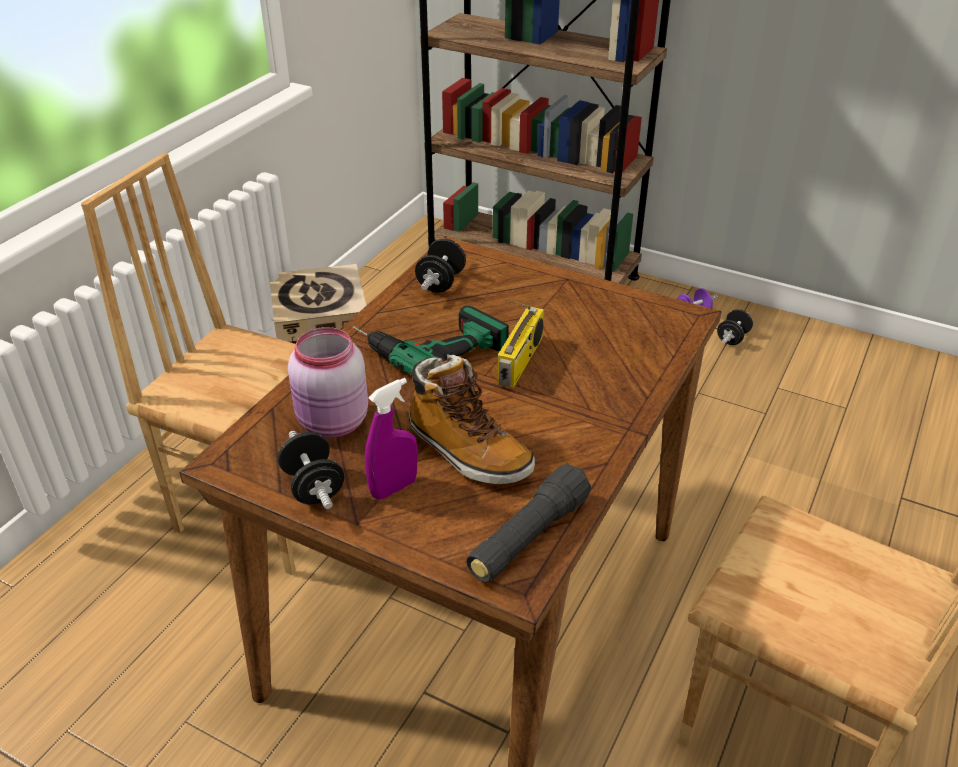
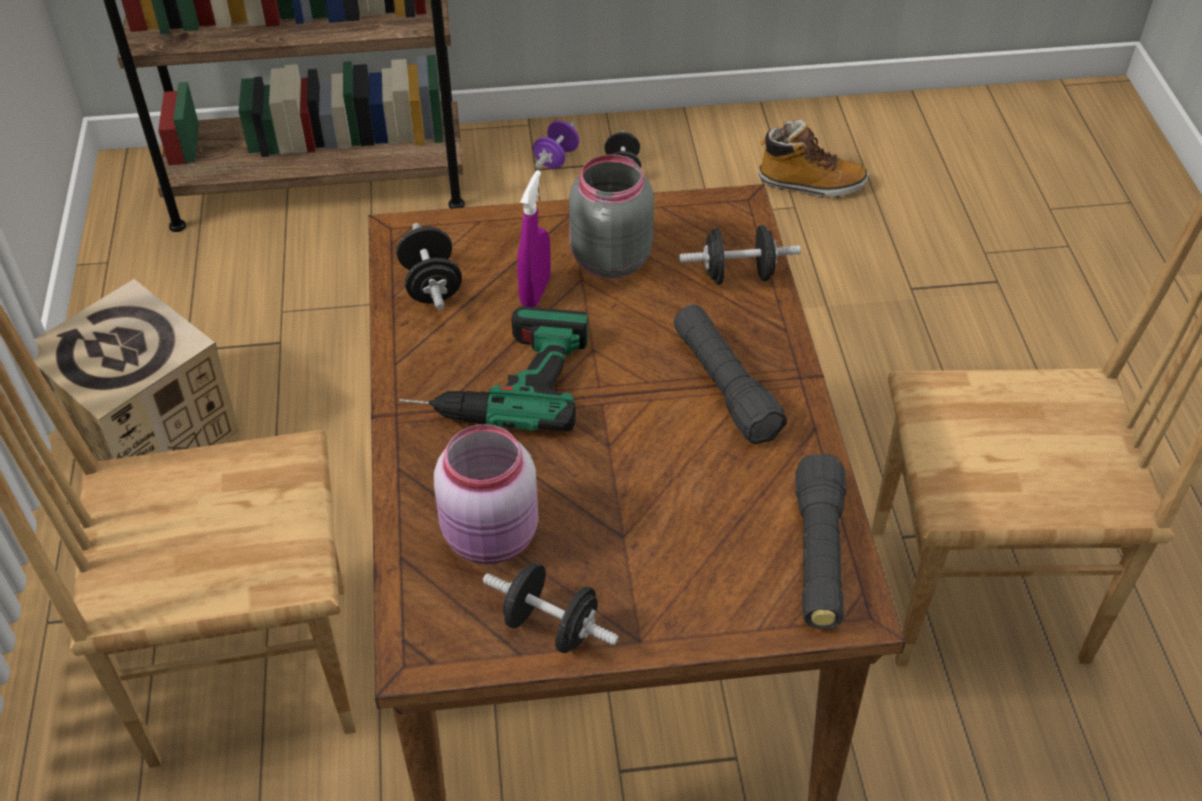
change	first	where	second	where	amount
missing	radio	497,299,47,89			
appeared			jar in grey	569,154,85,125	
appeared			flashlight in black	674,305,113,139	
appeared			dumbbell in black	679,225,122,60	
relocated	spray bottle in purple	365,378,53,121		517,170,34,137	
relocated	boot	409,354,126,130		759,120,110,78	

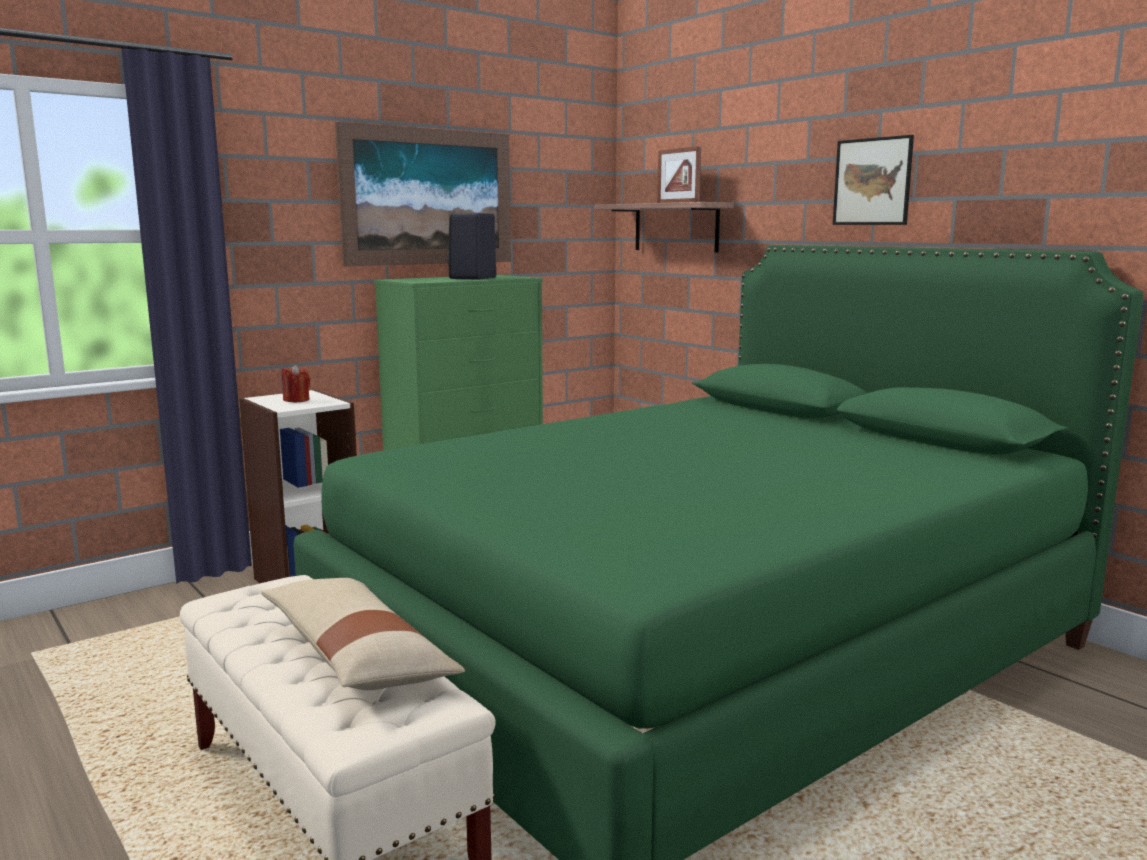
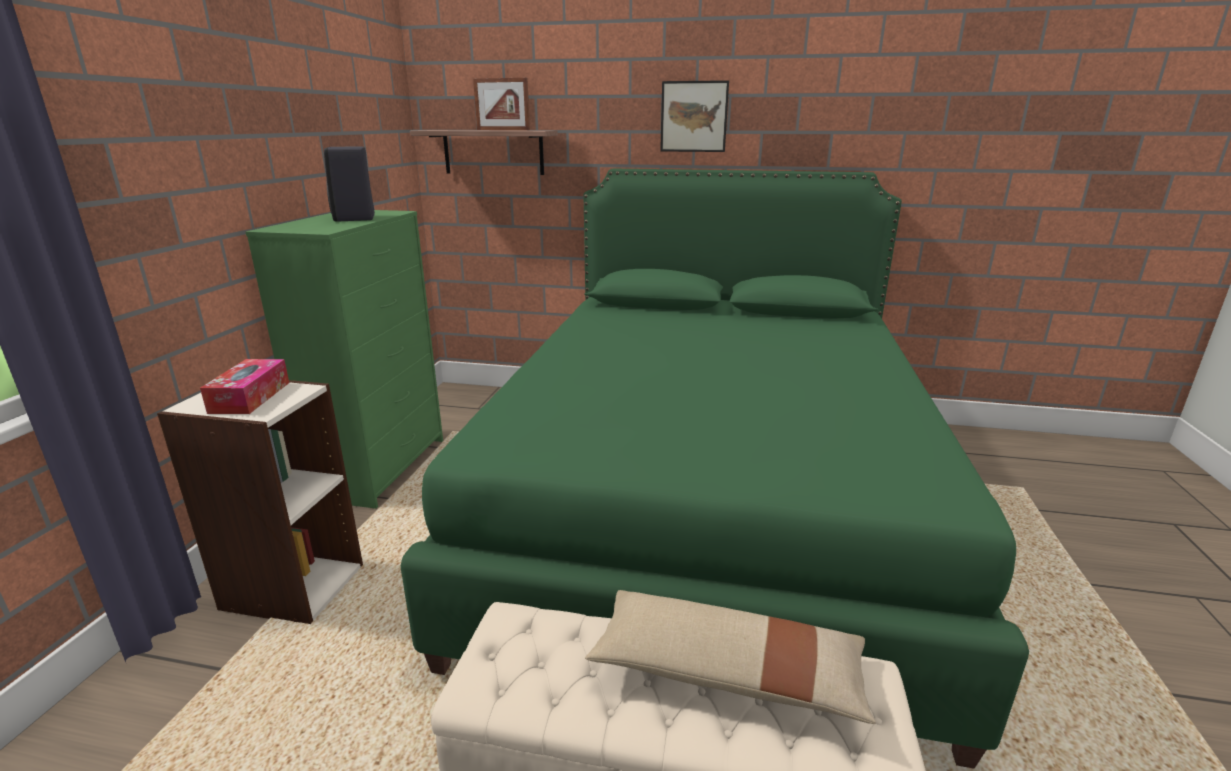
change	first	where	second	where	amount
missing	picture	335,122,176,144			
exchanged	candle in red	282,364,28,38	tissue box	200,359,89,55	

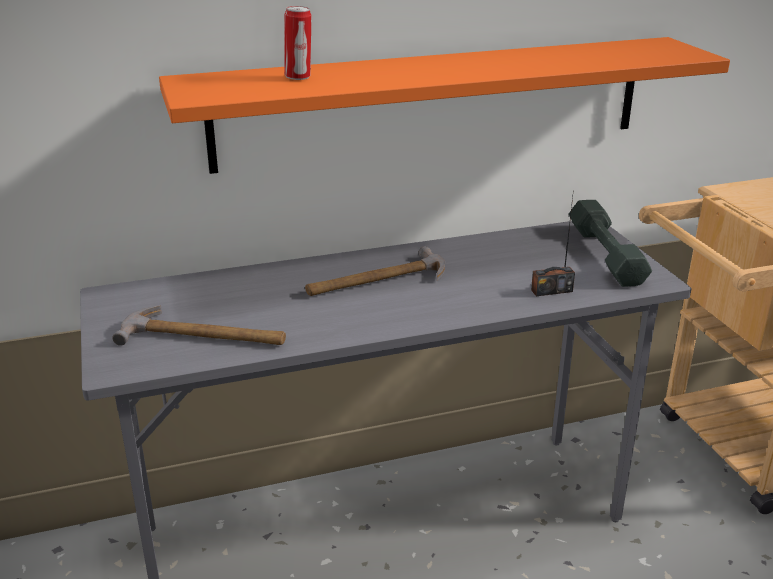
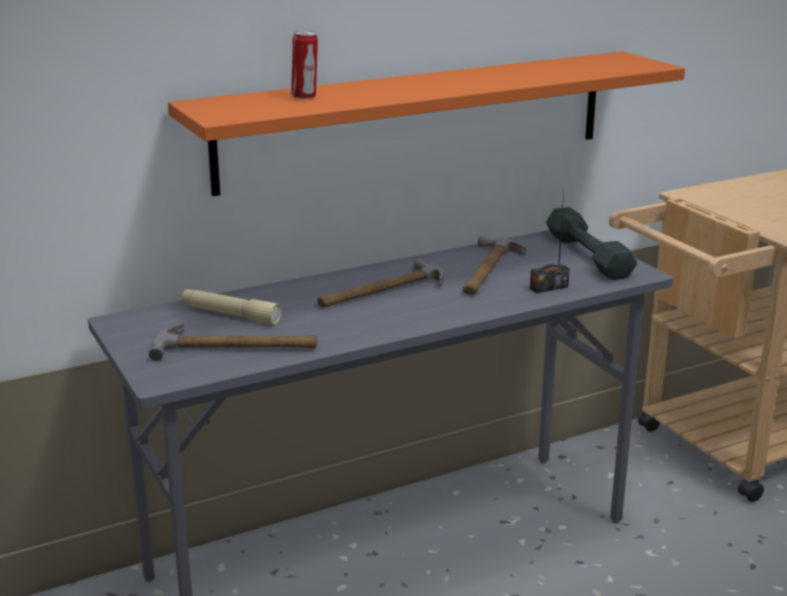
change	first	where	second	where	amount
appeared			flashlight in beige	182,289,99,36	
appeared			hammer	462,236,64,59	

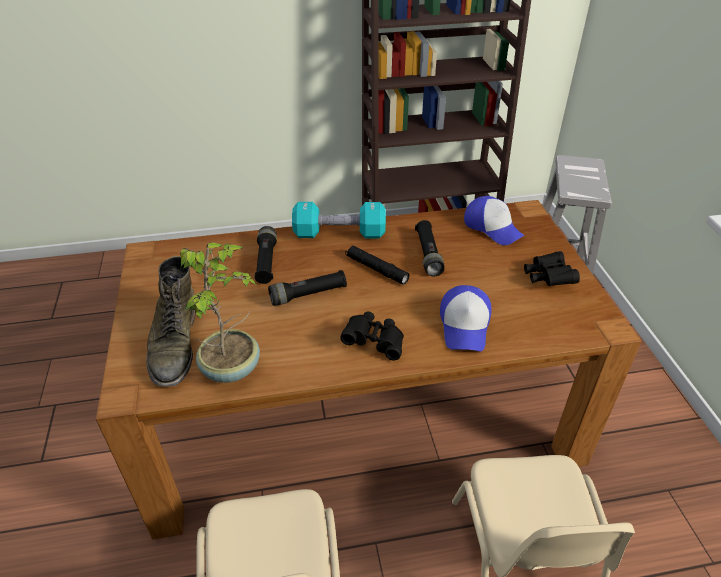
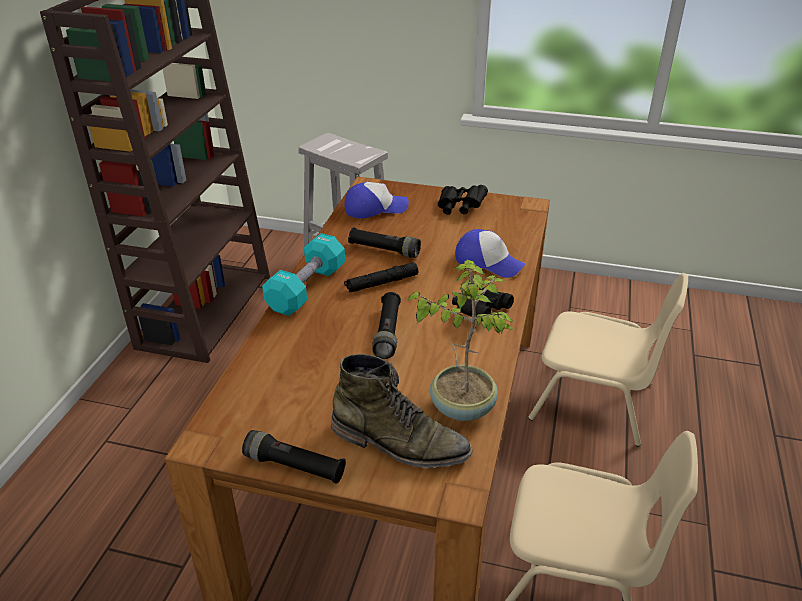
change	first	where	second	where	amount
relocated	flashlight in black	255,226,22,58		242,430,104,54	

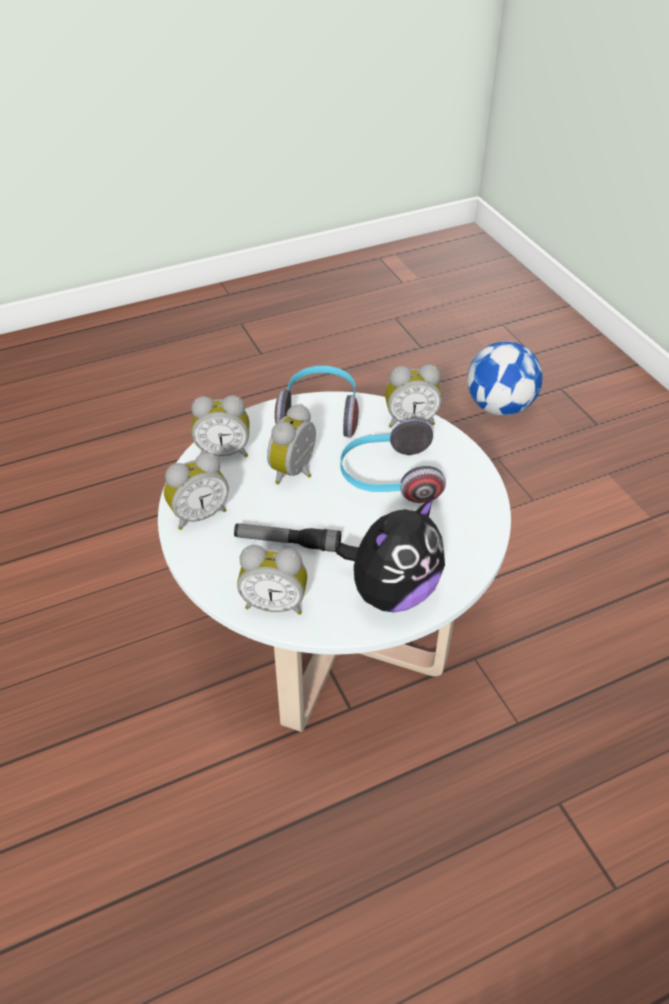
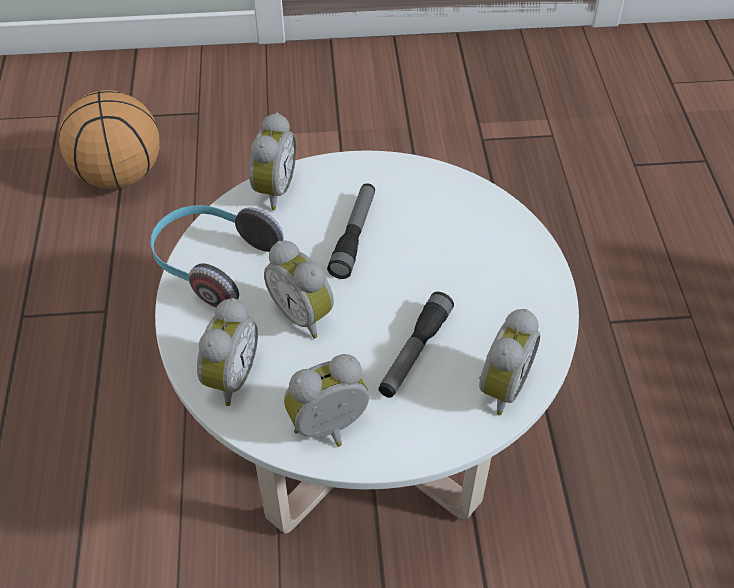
change	first	where	second	where	amount
missing	plush toy	336,496,109,117			
exchanged	headphones	341,419,105,84	flashlight	327,183,48,96	
exchanged	football	467,341,76,75	basketball	59,90,101,99	
spun	alarm clock	164,452,65,78		284,354,85,93	105 degrees counterclockwise

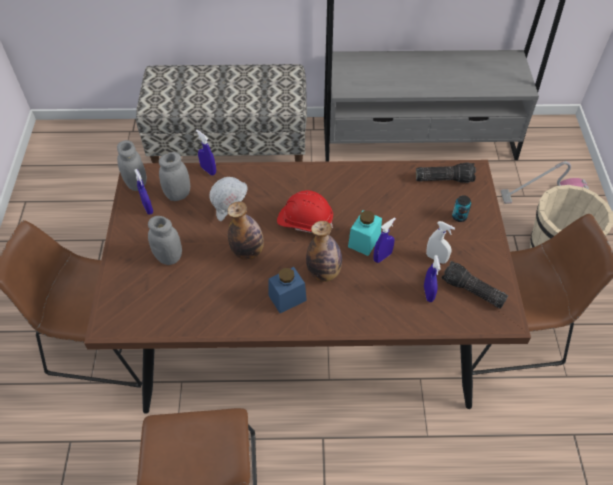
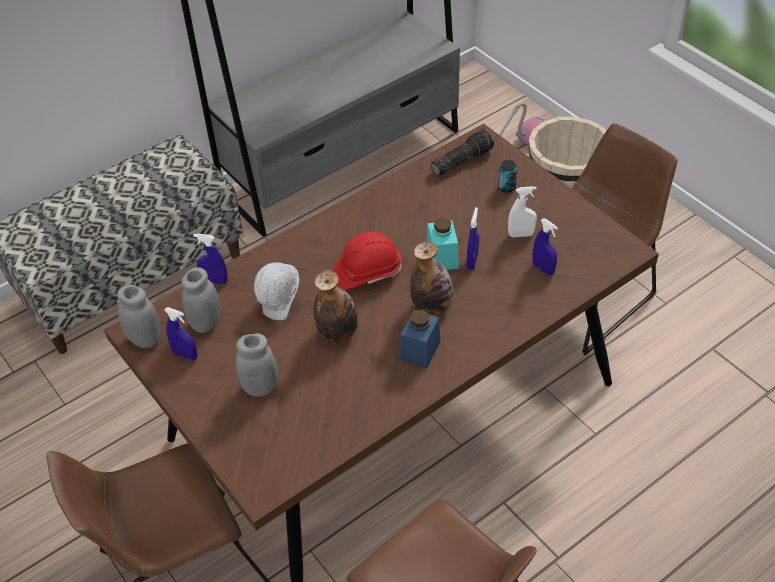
change	first	where	second	where	amount
missing	flashlight	441,261,67,48			

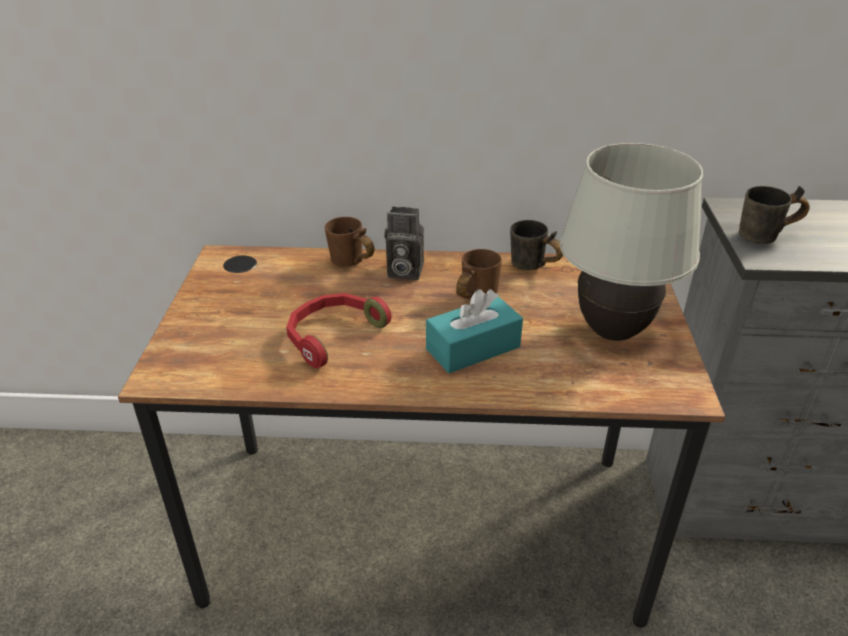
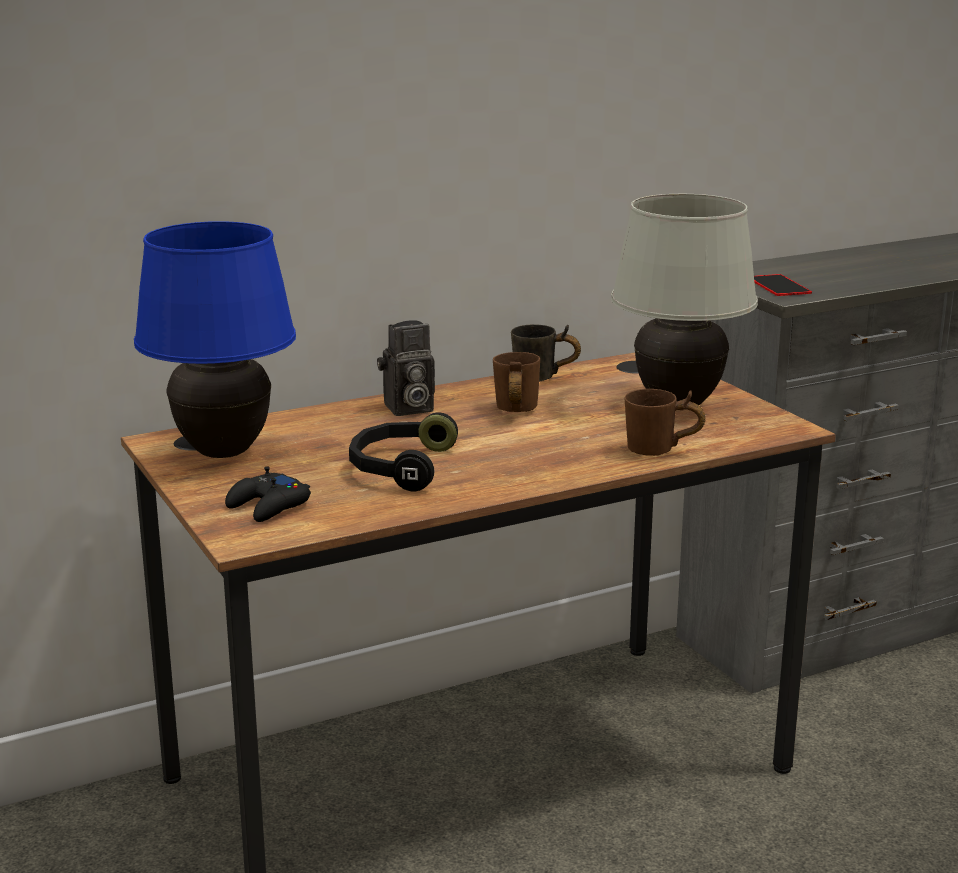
change	first	where	second	where	amount
missing	tissue box in turquoise	426,289,97,84			
appeared			table lamp in blue	134,221,162,237	
appeared			game controller in black	225,466,86,56	
relocated	mug in brown	324,217,51,50		625,389,81,67	
exchanged	mug in grey	739,186,71,58	phone	754,274,58,22	
colour	headphones in red	286,293,105,75	headphones in black	349,412,109,79	

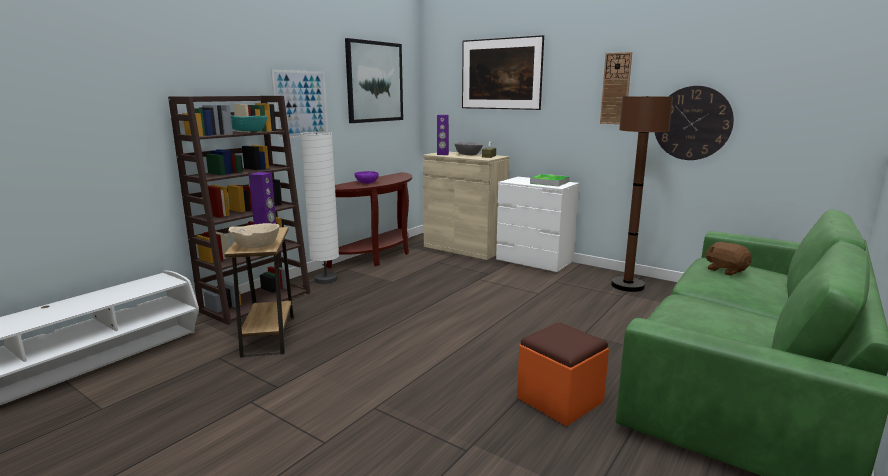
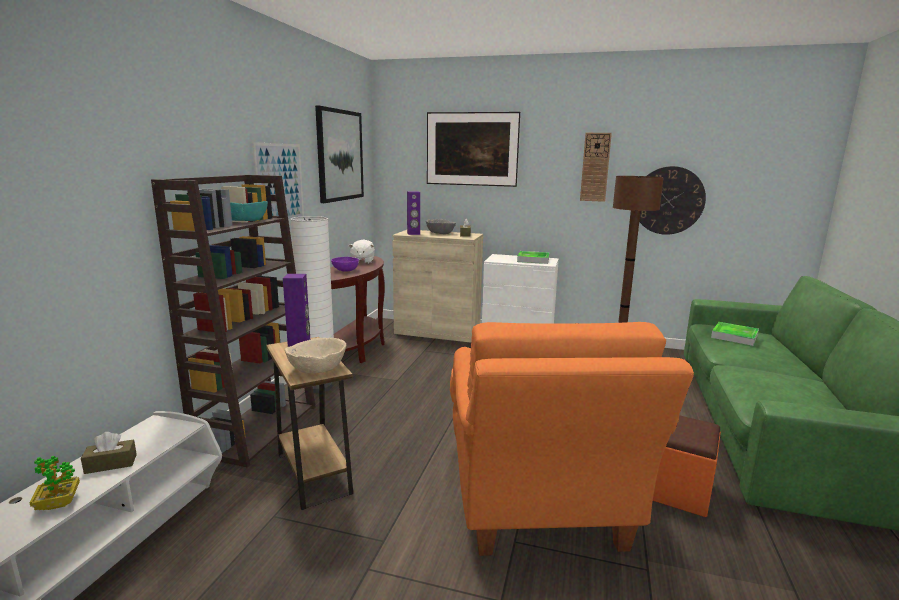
change	first	where	second	where	amount
appeared			potted plant	29,456,51,54	
appeared			tissue box in brown	81,432,56,42	
appeared			plush toy in white	349,239,26,25	
appeared			armchair in orange	450,322,244,234	
exchanged	plush toy in brown	706,242,46,33	tray	711,322,48,24	

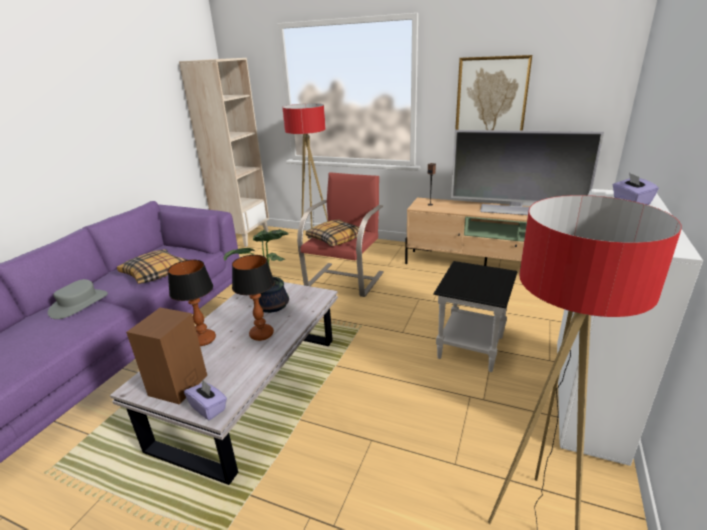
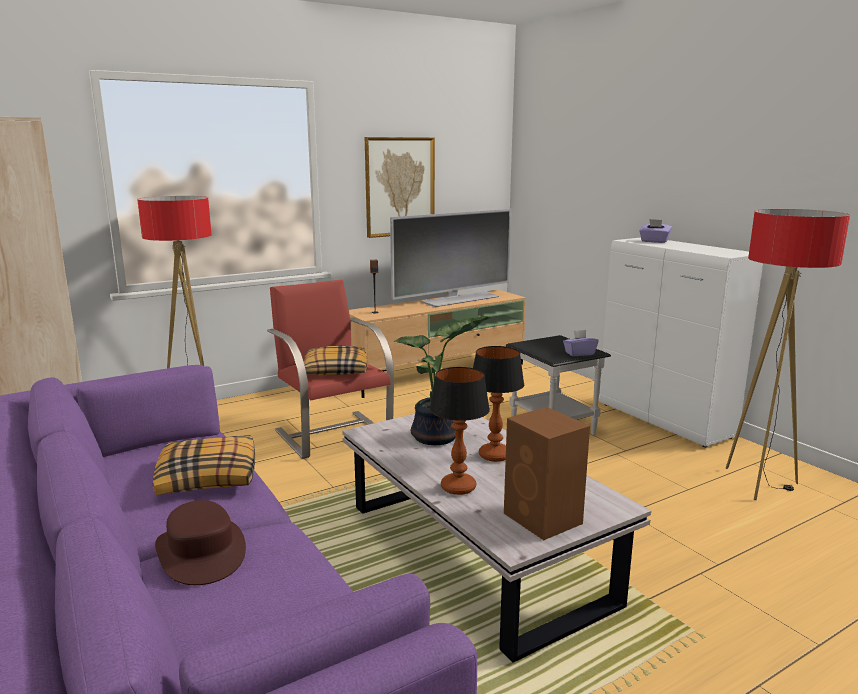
change	first	where	second	where	amount
relocated	tissue box in purple	184,379,43,41		563,330,36,26	
colour	hat in grey	48,279,60,40	hat in brown	155,500,91,85	

